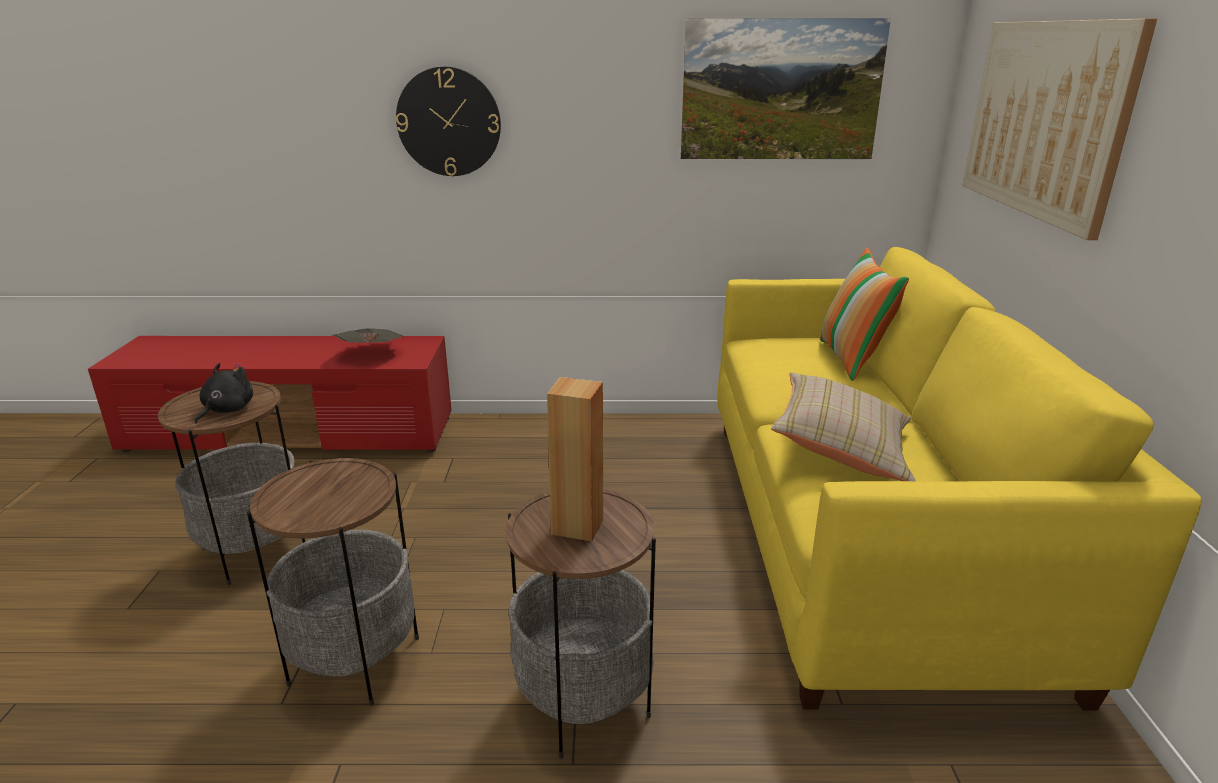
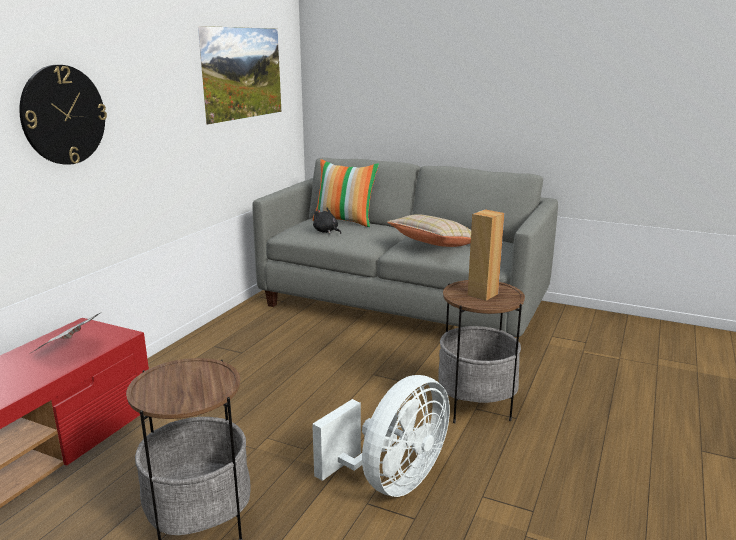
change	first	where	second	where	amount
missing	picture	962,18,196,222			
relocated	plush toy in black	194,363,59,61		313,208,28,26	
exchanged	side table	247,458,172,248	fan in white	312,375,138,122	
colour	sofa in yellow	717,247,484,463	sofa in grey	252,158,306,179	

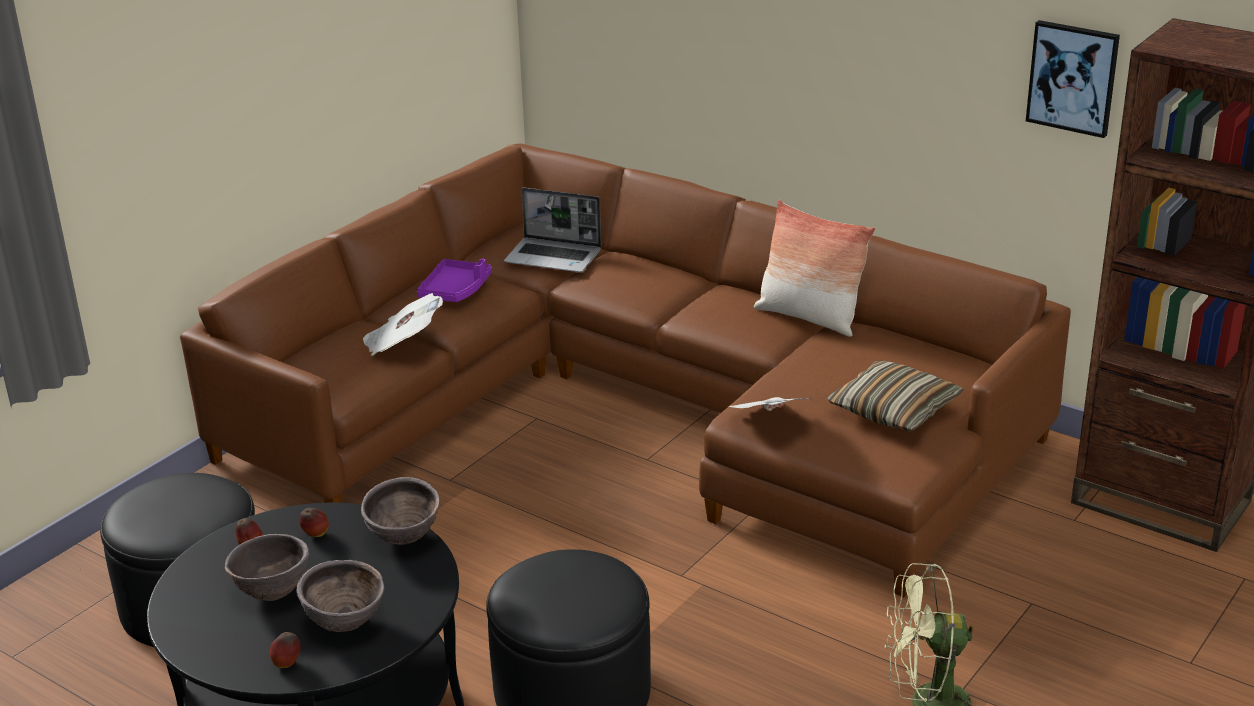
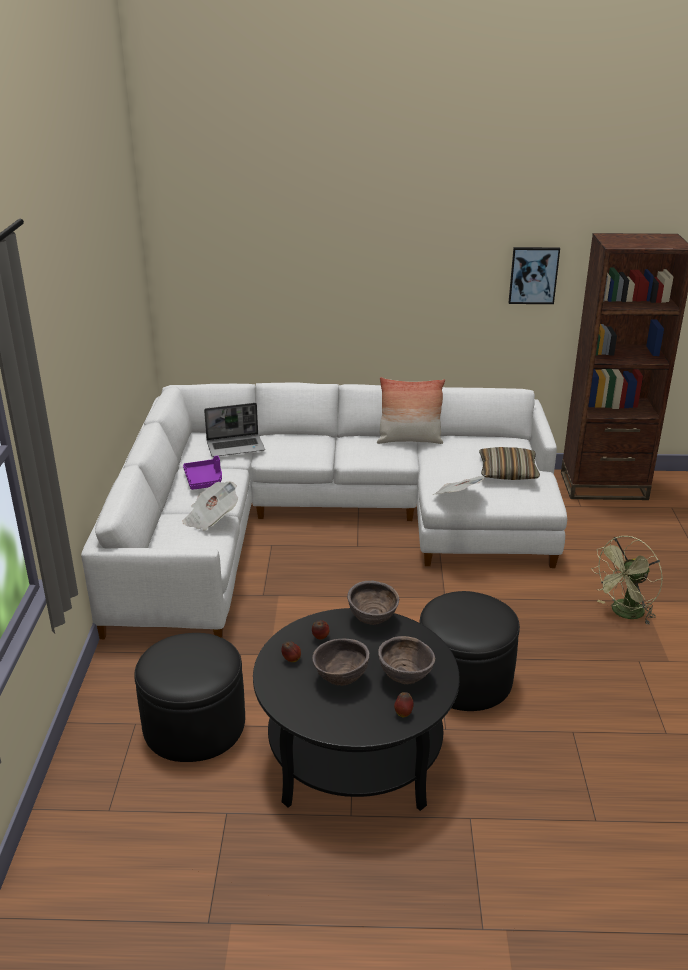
change	first	where	second	where	amount
colour	sofa in brown	180,143,891,454	sofa in white	81,382,486,257	

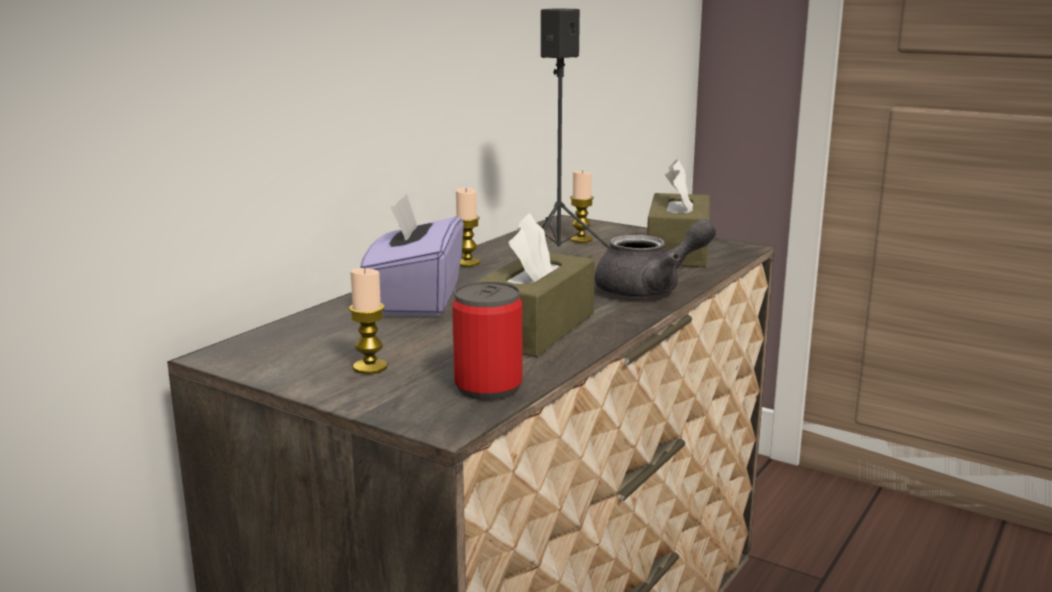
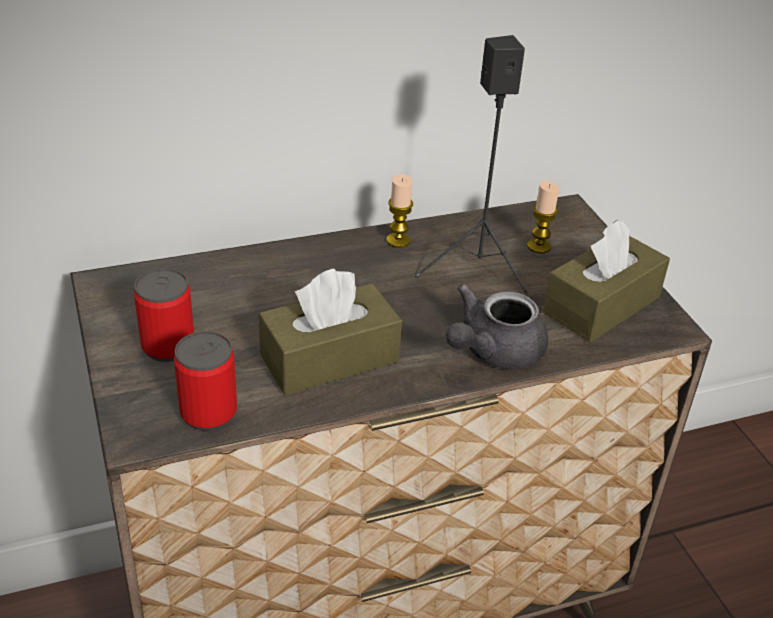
change	first	where	second	where	amount
missing	tissue box in purple	360,193,104,124			
exchanged	candle	349,268,38,106	can	134,268,60,94	
spun	teapot in grey	595,219,121,79		446,284,102,85	120 degrees clockwise

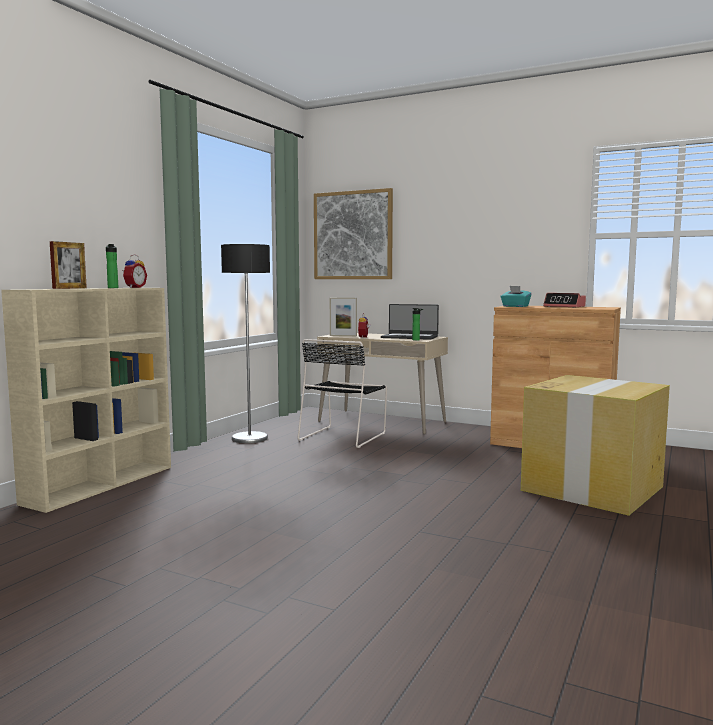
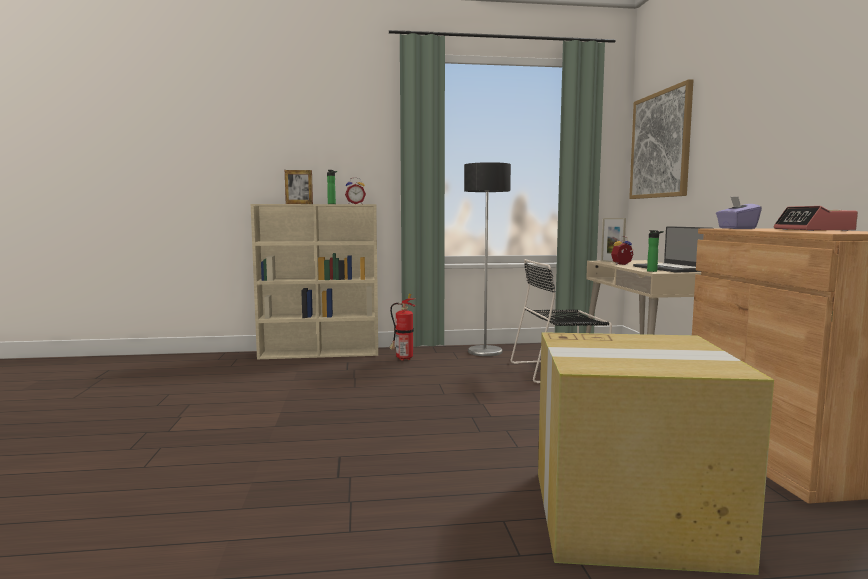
change	first	where	second	where	amount
appeared			fire extinguisher	390,293,26,68	
colour	tissue box in turquoise	500,286,31,21	tissue box in purple	716,197,46,32	

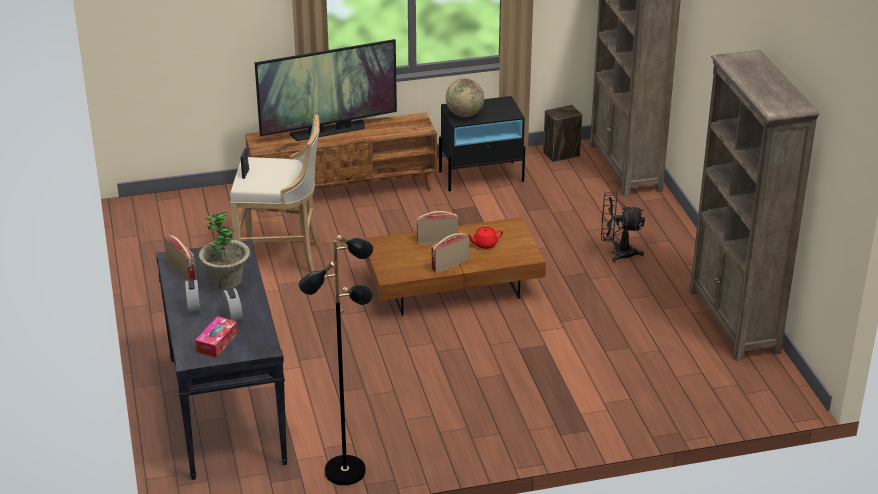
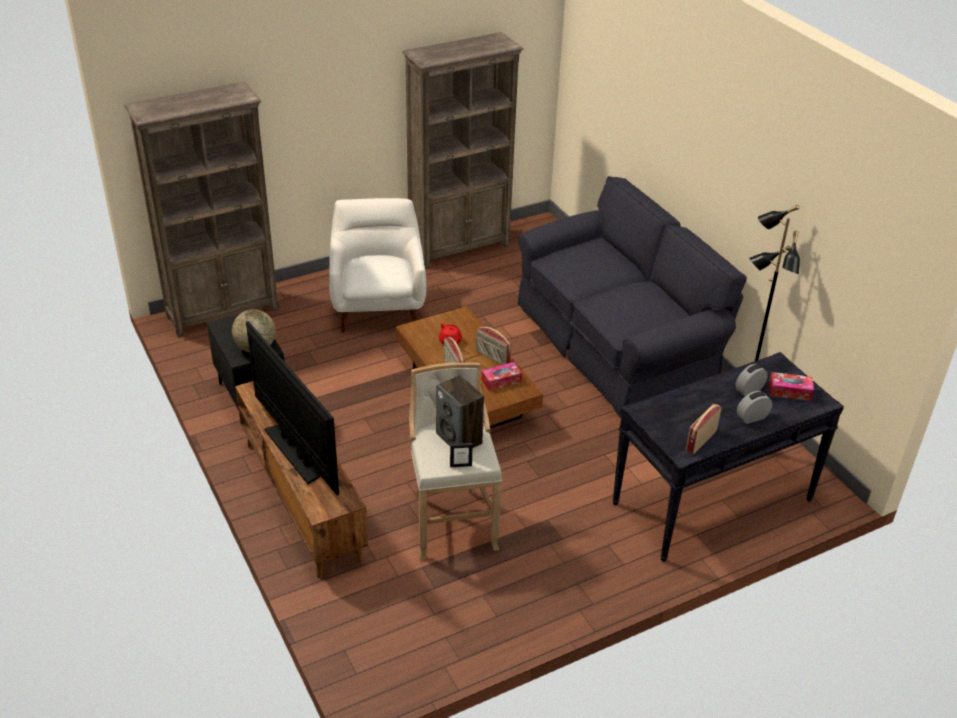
change	first	where	second	where	amount
missing	potted plant	199,212,51,77			
appeared			tissue box	481,362,41,29	
appeared			sofa in black	518,176,229,242	
relocated	speaker	543,105,39,57		436,375,48,73	
exchanged	fan in black	601,192,44,71	armchair in white	329,198,97,135	

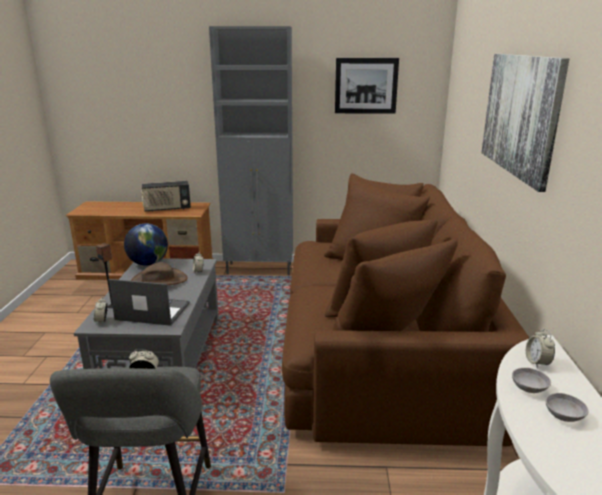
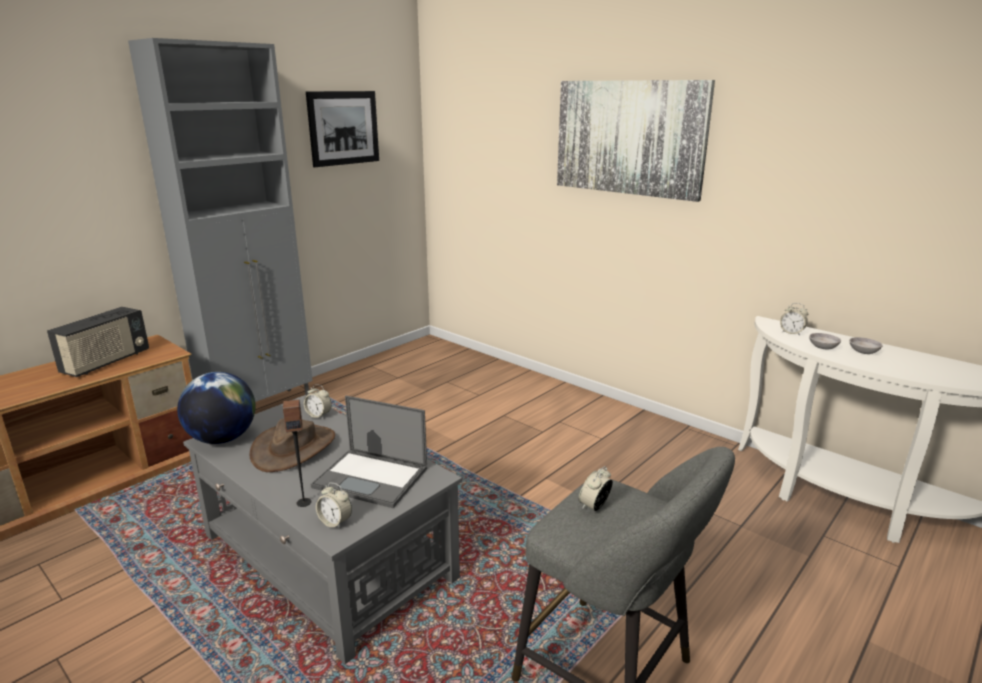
change	first	where	second	where	amount
missing	sofa in brown	282,174,247,272			
spun	laptop	109,279,81,47		311,396,116,112	120 degrees counterclockwise

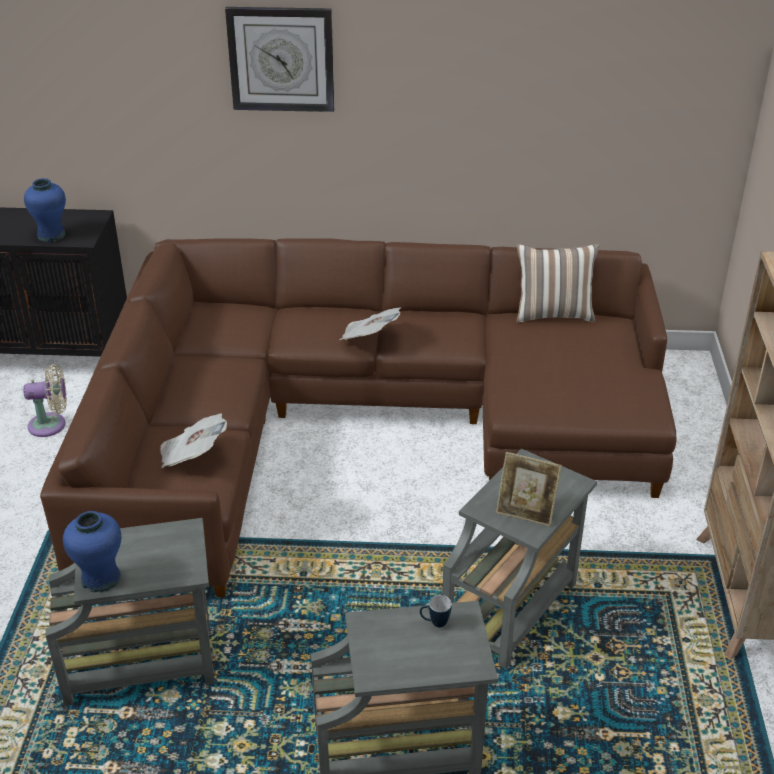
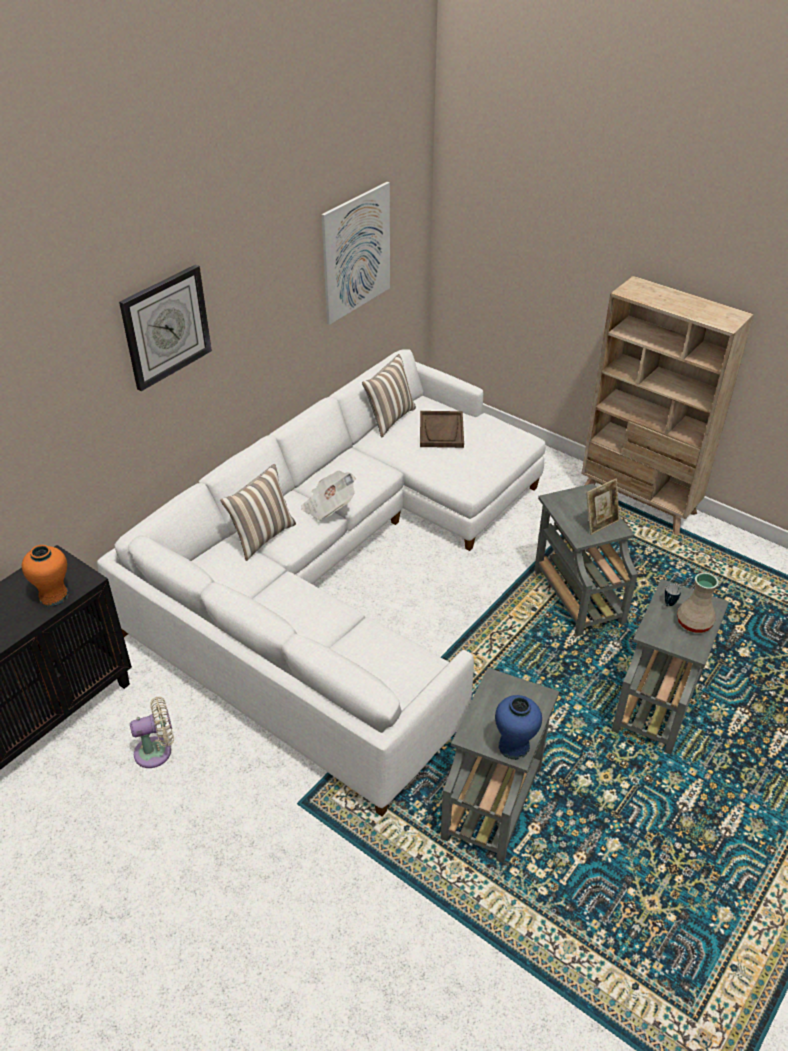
change	first	where	second	where	amount
missing	newspaper	160,413,67,55			
appeared			pillow	220,464,76,97	
appeared			picture	322,182,68,143	
appeared			tray in brown	420,411,44,37	
appeared			vase in beige	677,573,42,60	
colour	vase in blue	24,178,42,64	vase in orange	22,545,46,62	
colour	sofa in brown	40,238,637,360	sofa in white	97,349,449,467	
spun	fan in beige	23,364,44,73		130,697,44,71	45 degrees clockwise

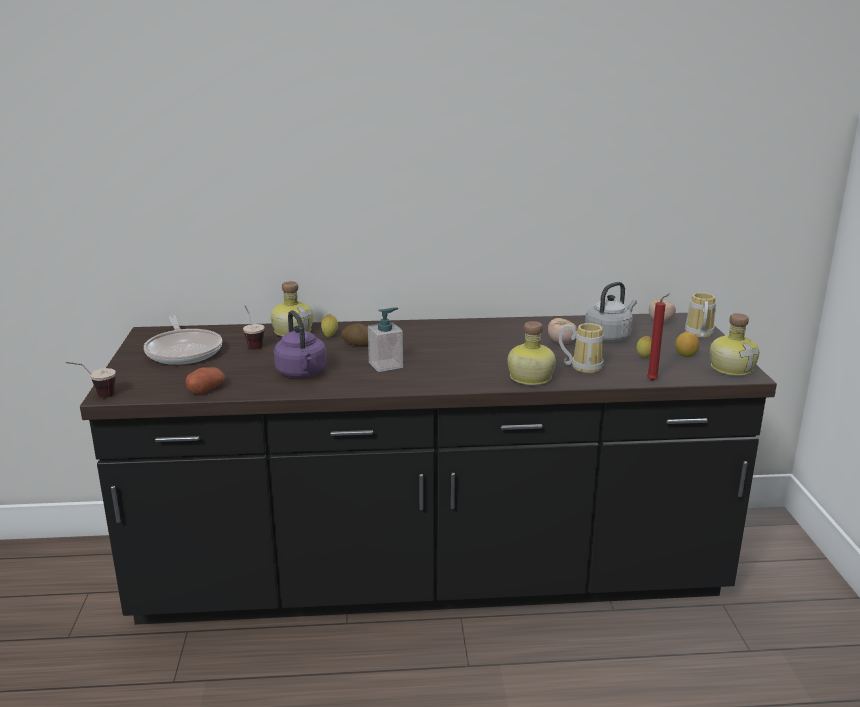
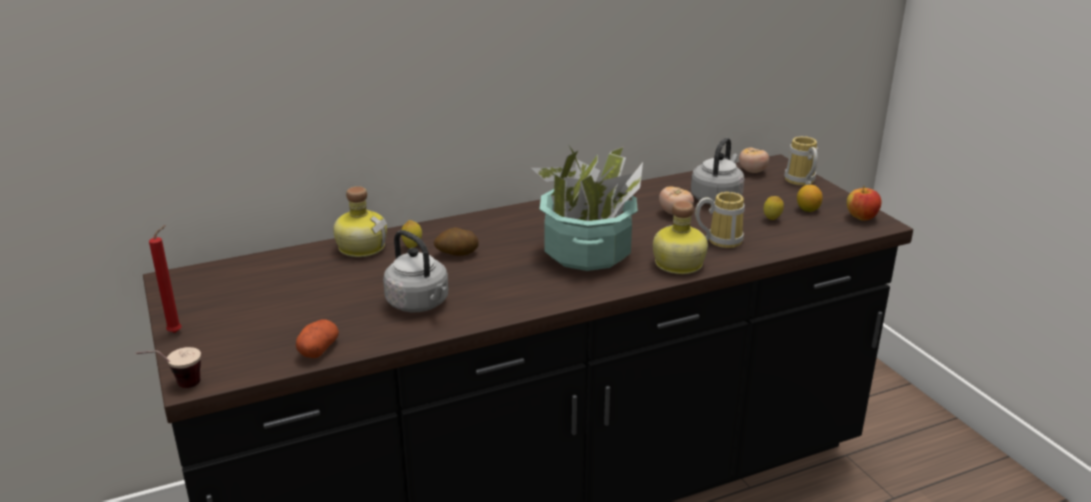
change	first	where	second	where	amount
missing	frying pan	144,316,78,49			
missing	cup	243,305,22,44			
missing	soap dispenser	368,307,35,65			
appeared			potted plant	531,144,112,127	
relocated	candle in red	647,293,23,88		149,225,32,108	
exchanged	bottle	710,313,49,63	apple	847,186,35,35	
colour	kettle in purple	274,310,52,68	kettle in grey	383,230,66,82	

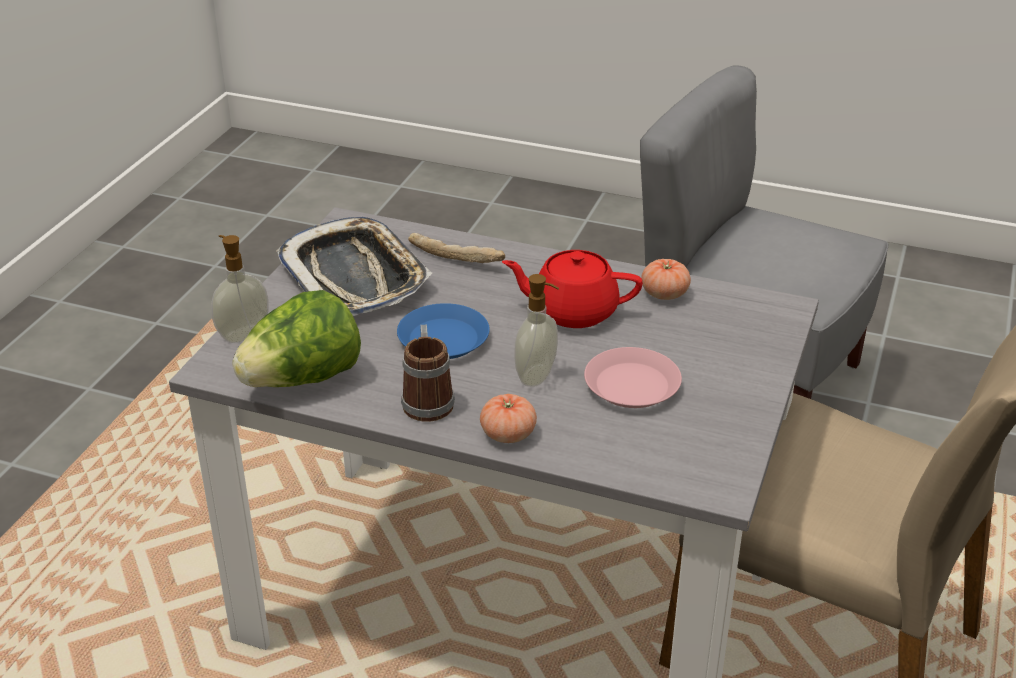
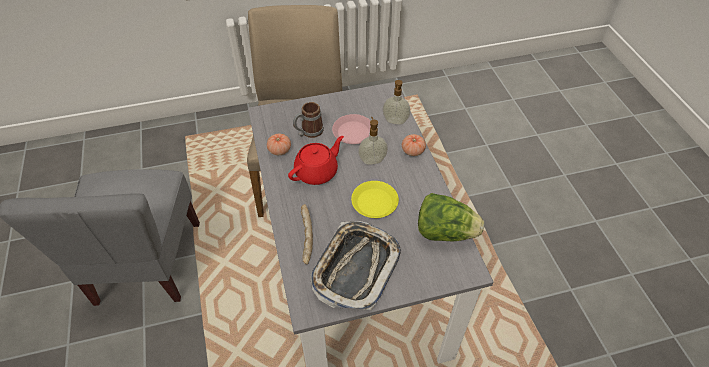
change	first	where	second	where	amount
relocated	soap dispenser	211,235,58,108		383,80,27,45	
relocated	mug	401,325,54,97		293,102,31,36	
colour	plate in blue	397,303,93,56	plate in yellow	351,181,48,37	
spun	teapot in red	502,250,141,78		288,136,56,49	105 degrees counterclockwise

